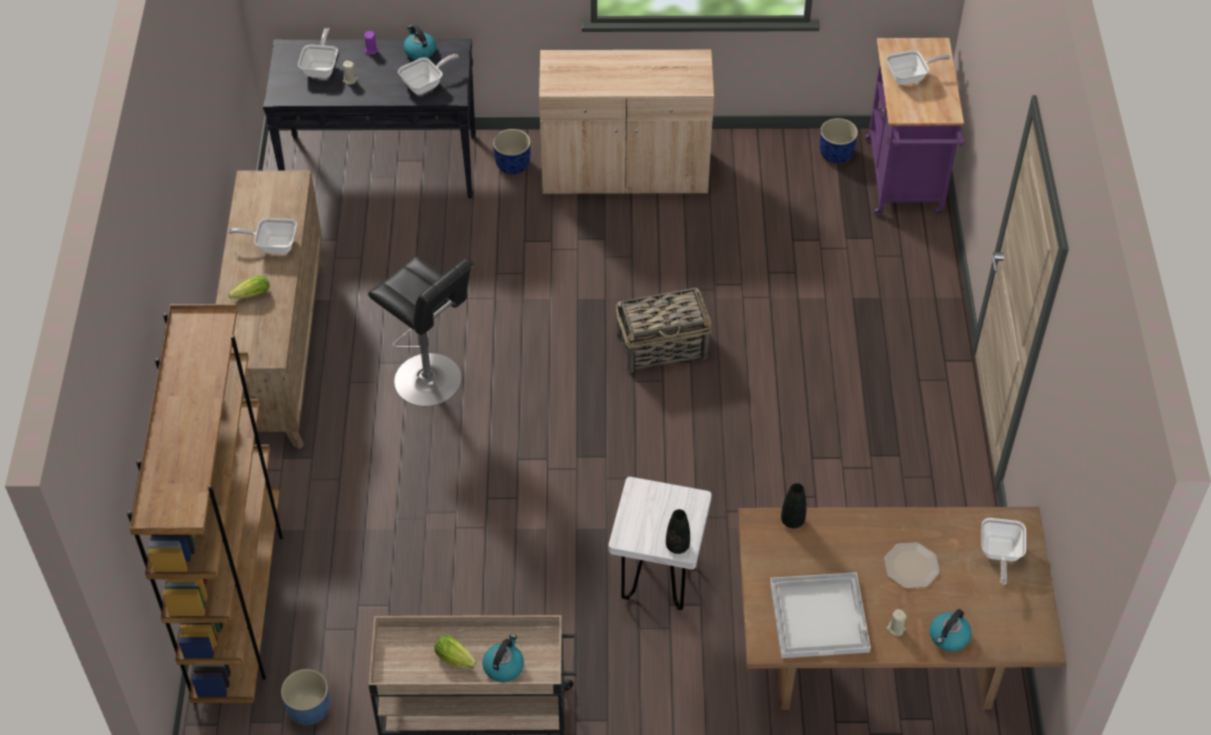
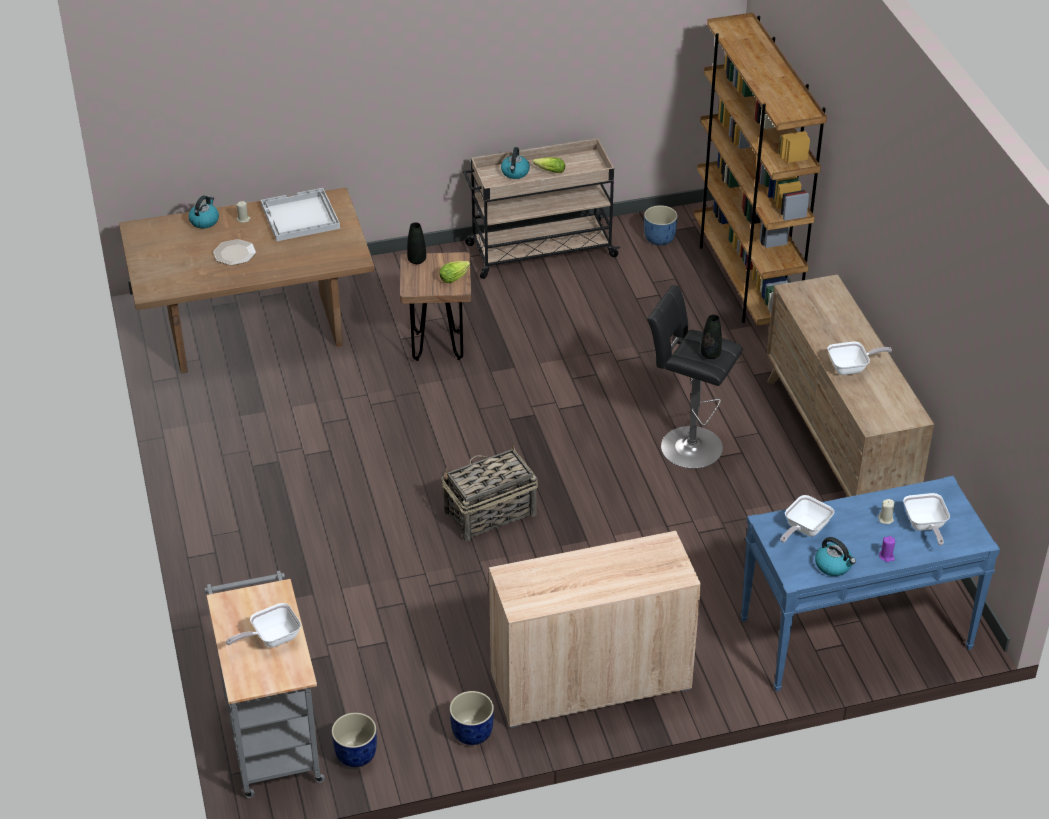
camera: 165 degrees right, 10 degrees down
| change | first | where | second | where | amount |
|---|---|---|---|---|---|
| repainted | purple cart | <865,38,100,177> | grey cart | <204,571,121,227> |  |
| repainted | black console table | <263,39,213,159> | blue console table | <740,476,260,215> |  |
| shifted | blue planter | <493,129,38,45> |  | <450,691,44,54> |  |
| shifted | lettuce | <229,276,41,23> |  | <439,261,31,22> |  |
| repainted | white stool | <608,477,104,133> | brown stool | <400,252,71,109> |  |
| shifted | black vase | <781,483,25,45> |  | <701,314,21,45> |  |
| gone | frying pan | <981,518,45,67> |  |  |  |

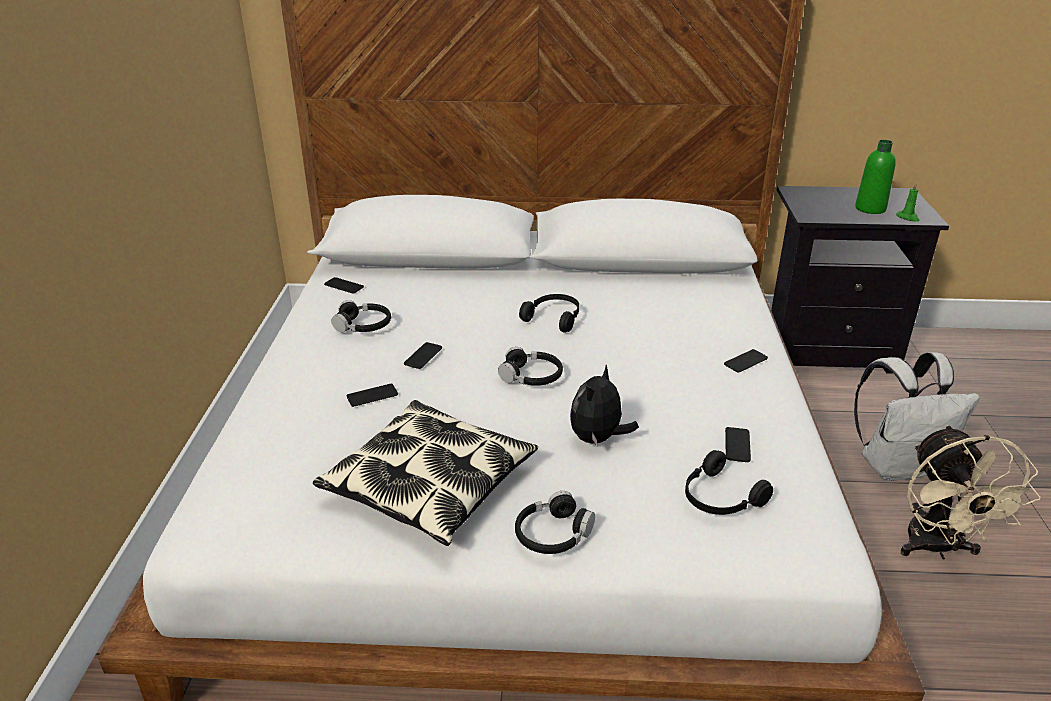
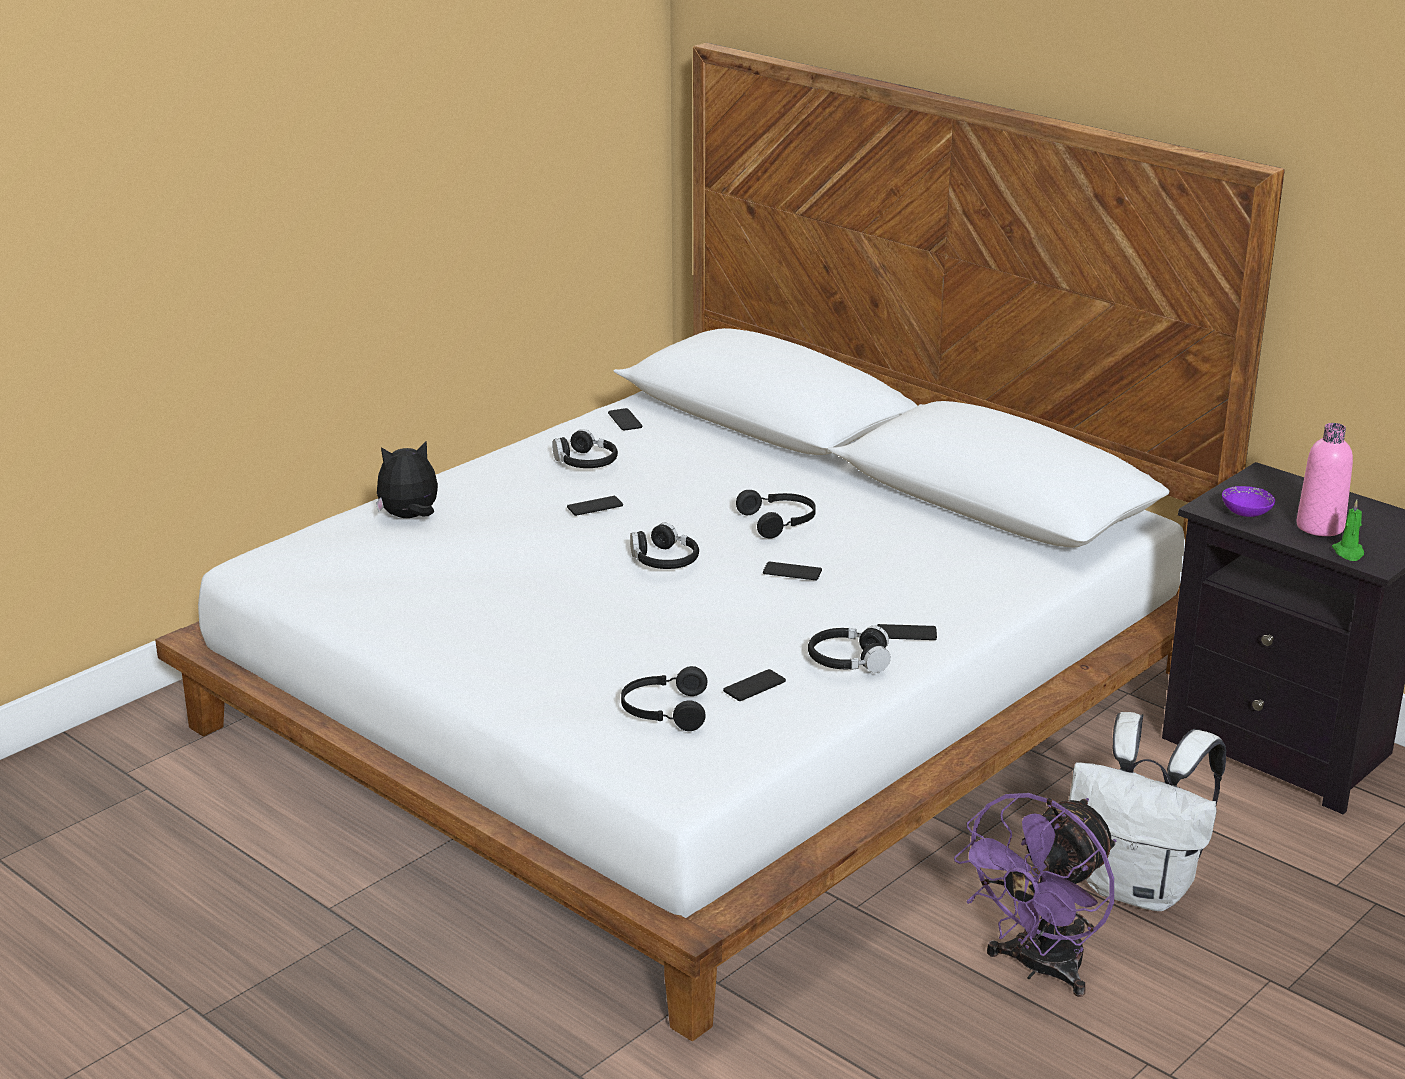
camera: 40 degrees right, 5 degrees down
| change | first | where | second | where | amount |
|---|---|---|---|---|---|
| repainted | green bottle | <855,140,41,74> | pink bottle | <1296,423,57,113> |  |
| shifted | plush toy | <570,365,69,81> |  | <376,441,62,77> |  |
| shifted | phone | <347,383,51,24> |  | <763,561,59,19> |  |
| gone | pillow | <313,400,225,146> |  |  |  |
| repainted | beige fan | <900,424,141,135> | purple fan | <954,793,163,204> |  |
| shifted | black headphones | <515,491,80,63> |  | <808,626,83,47> |  |
| new |  |  | purple bowl | <1222,486,53,31> |  |

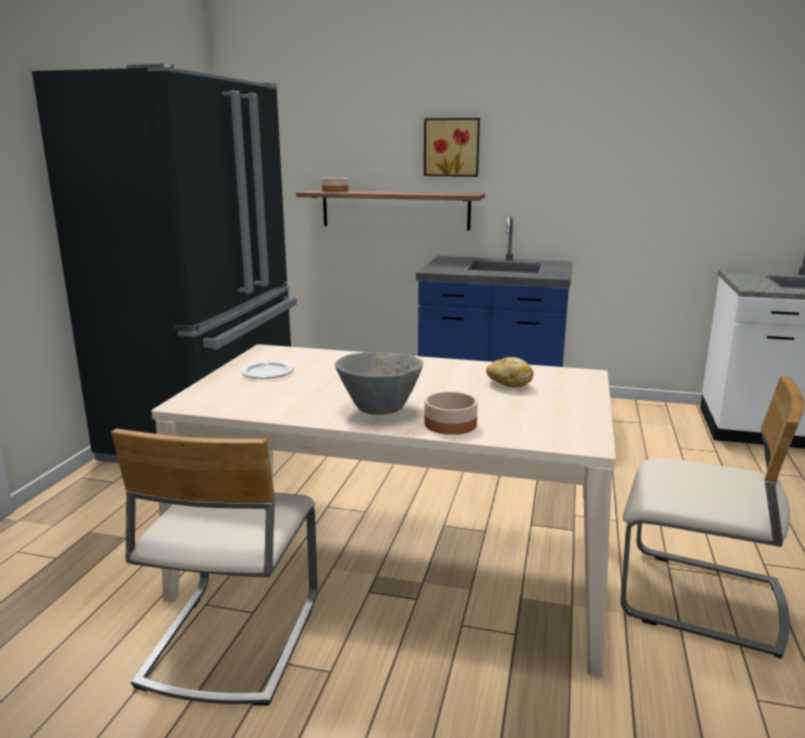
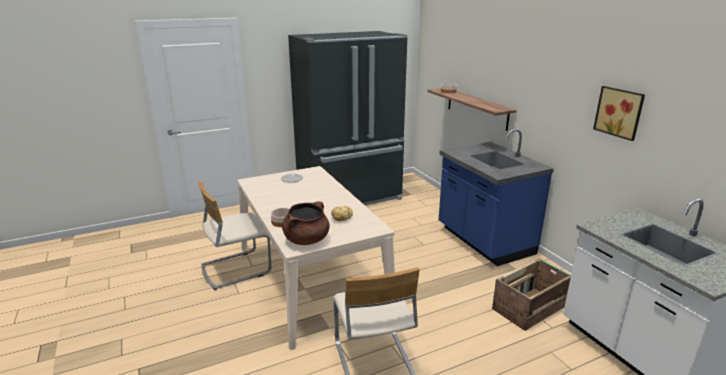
camera: 50 degrees right, 5 degrees up
| change | first | where | second | where | amount |
|---|---|---|---|---|---|
| shifted | picture | <424,118,56,59> |  | <593,86,52,55> |  |
| gone | grey bowl | <335,352,88,63> |  |  |  |
| new |  |  | brown cooking pot | <282,201,48,44> |  |
| new |  |  | crate | <492,258,79,73> |  |

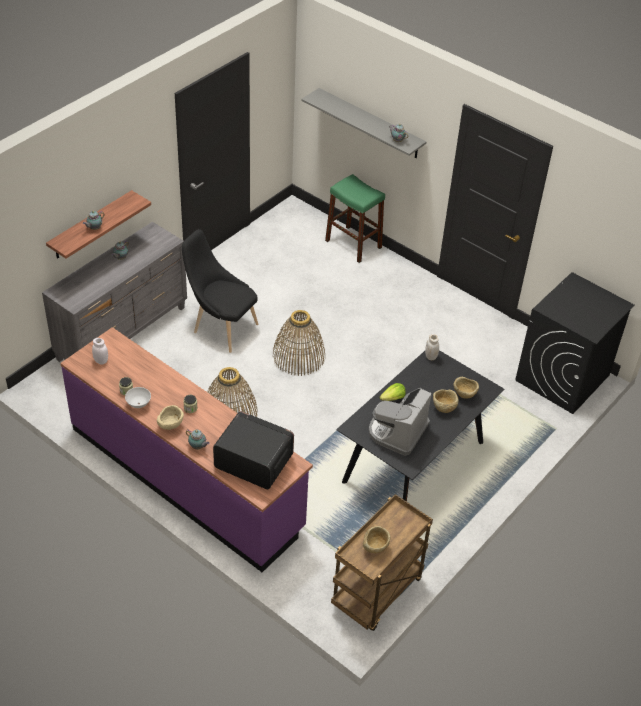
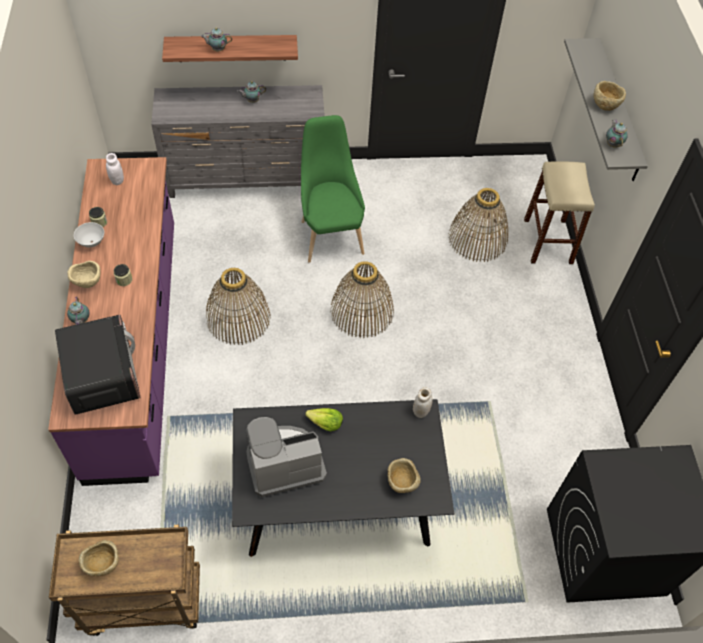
camera: 45 degrees right, 10 degrees up
| change | first | where | second | where | amount |
|---|---|---|---|---|---|
| repainted | green stool | <325,174,60,89> | beige stool | <524,161,71,103> |  |
| repainted | black chair | <182,229,77,124> | green chair | <301,115,64,148> |  |
| shifted | beige bowl | <433,389,26,24> |  | <593,81,33,30> |  |
| new |  |  | basket | <448,188,60,74> |  |

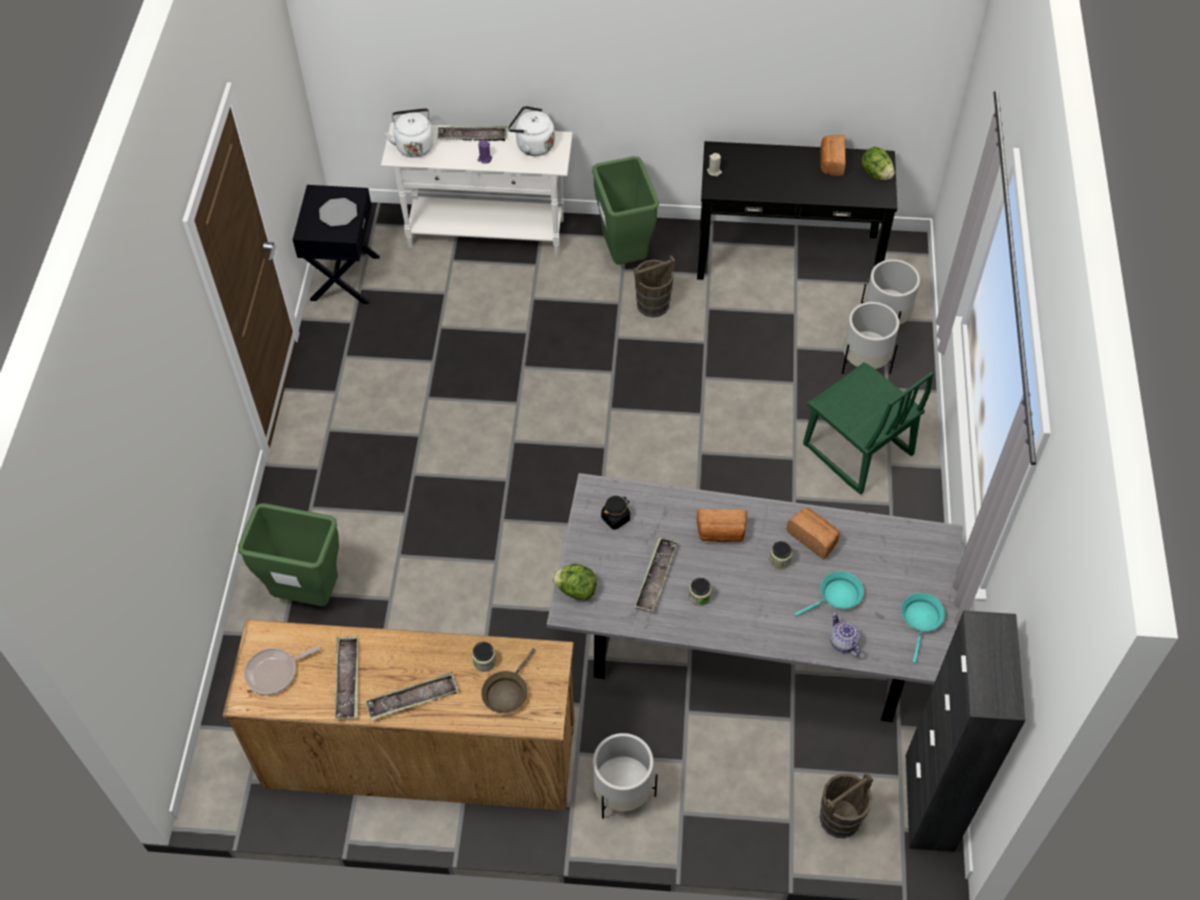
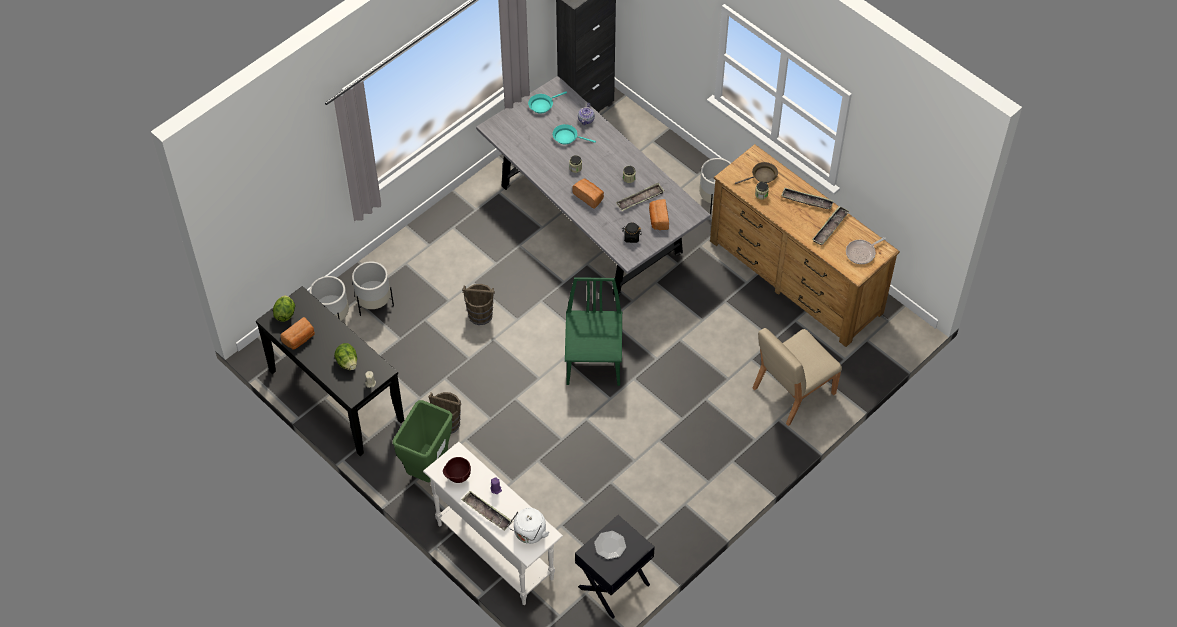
camera: 140 degrees left, 0 degrees up
| change | first | where | second | where | amount |
|---|---|---|---|---|---|
| swapped | white kettle | <508,106,47,50> | brown bowl | <443,457,28,26> |  |
| shifted | green chair | <803,362,131,133> |  | <565,277,57,109> |  |
| swapped | green trash can | <238,503,101,103> | beige chair | <753,328,89,98> |  |
| shifted | bread | <786,508,54,51> |  | <649,199,20,31> |  |
| shifted | lettuce | <552,564,45,36> |  | <334,343,23,27> |  |
| rotated | frying pan | <244,646,76,49> |  | <846,237,40,27> | 135 degrees clockwise |
| shifted | brown bucket | <819,772,54,66> |  | <462,284,33,41> |  |

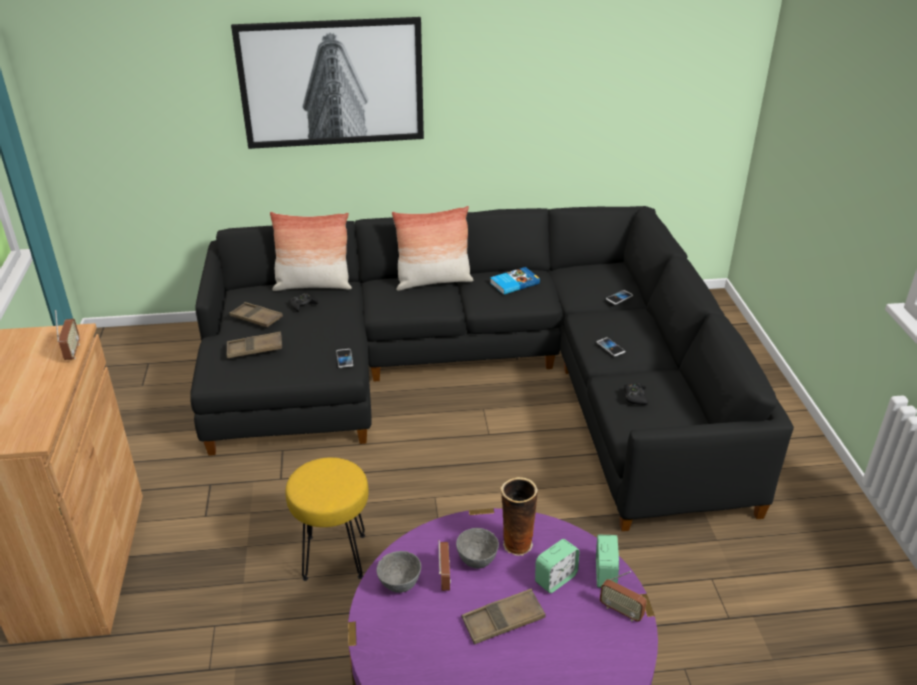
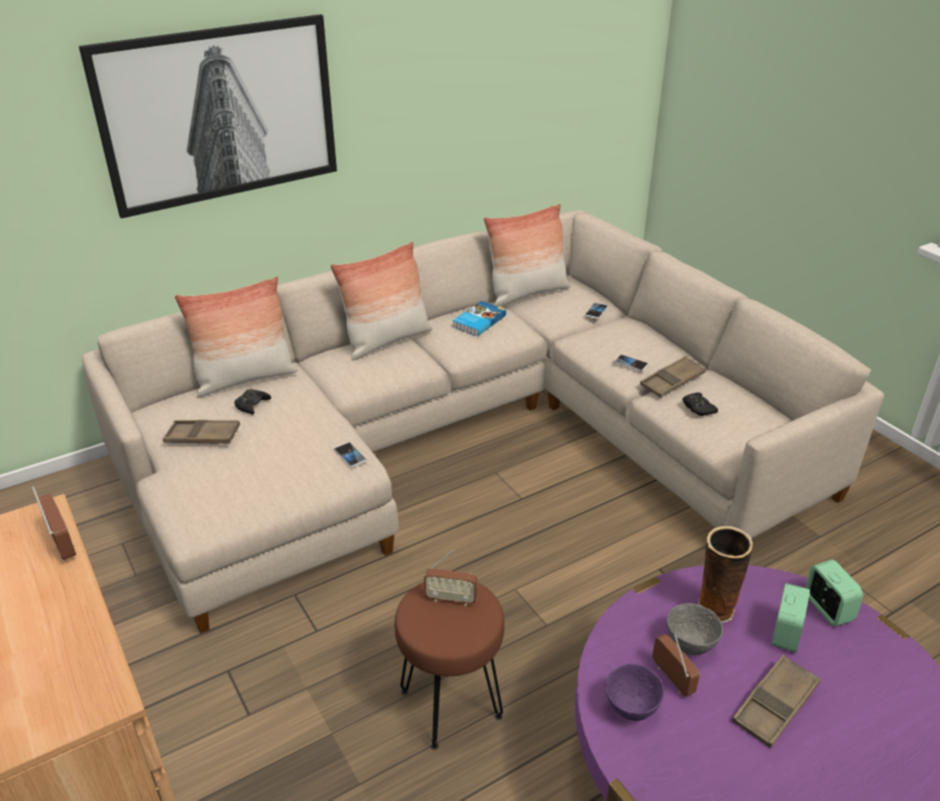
camera: 25 degrees left, 0 degrees up
| change | first | where | second | where | amount |
|---|---|---|---|---|---|
| repainted | black sofa | <190,206,604,325> | beige sofa | <82,210,802,424> |  |
| shifted | brown tray | <227,332,55,26> |  | <640,356,66,41> |  |
| repainted | yellow stool | <285,457,84,124> | brown stool | <395,582,109,168> |  |
| repainted | grey bowl | <377,551,44,42> | purple bowl | <605,664,60,57> |  |
| shifted | radio | <600,571,47,51> |  | <424,550,53,56> |  |
| new |  |  | pillow | <484,204,86,103> |  |

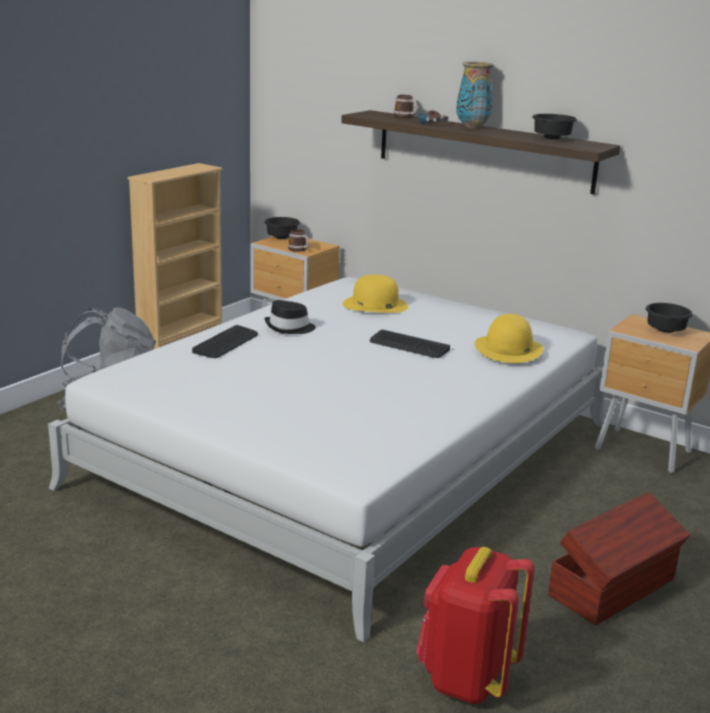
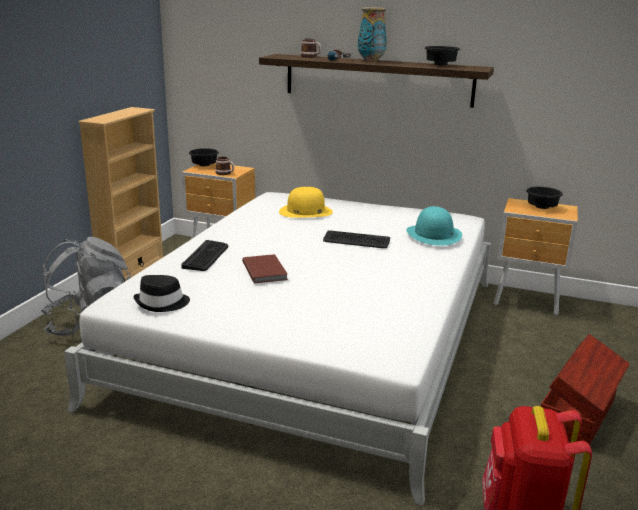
camera: 15 degrees left, 0 degrees up
| change | first | where | second | where | amount |
|---|---|---|---|---|---|
| shifted | black hat | <264,300,52,34> |  | <133,275,57,37> |  |
| repainted | yellow hat | <475,314,69,49> | turquoise hat | <406,206,56,40> |  |
| new |  |  | brown book | <242,254,46,29> |  |

